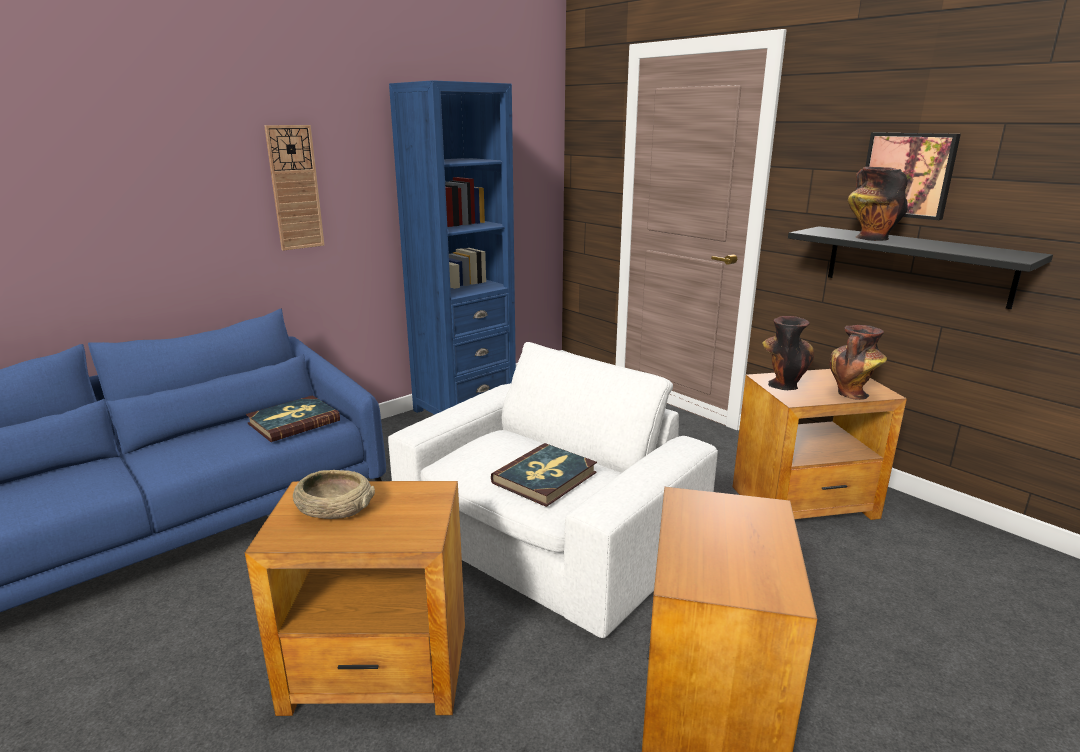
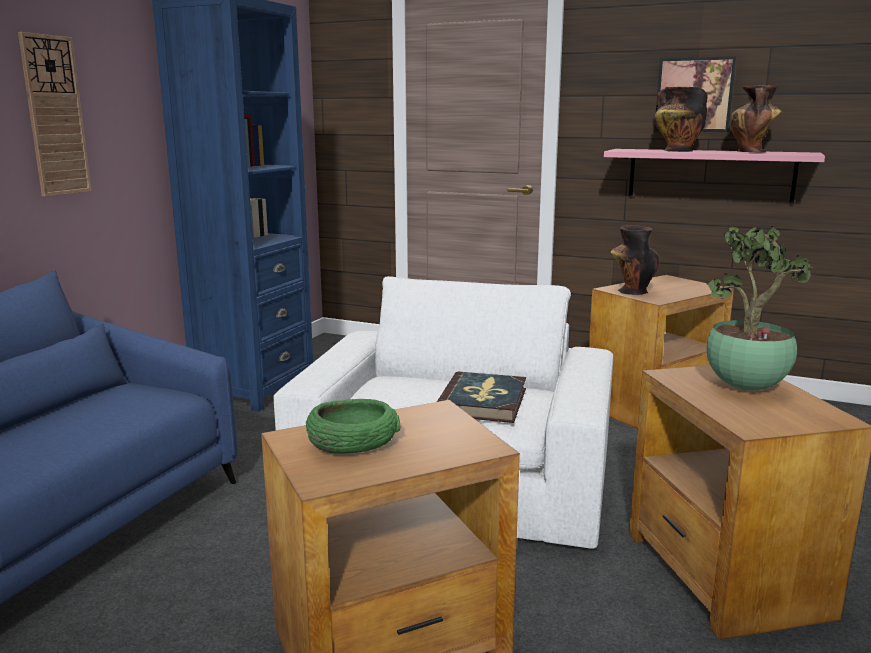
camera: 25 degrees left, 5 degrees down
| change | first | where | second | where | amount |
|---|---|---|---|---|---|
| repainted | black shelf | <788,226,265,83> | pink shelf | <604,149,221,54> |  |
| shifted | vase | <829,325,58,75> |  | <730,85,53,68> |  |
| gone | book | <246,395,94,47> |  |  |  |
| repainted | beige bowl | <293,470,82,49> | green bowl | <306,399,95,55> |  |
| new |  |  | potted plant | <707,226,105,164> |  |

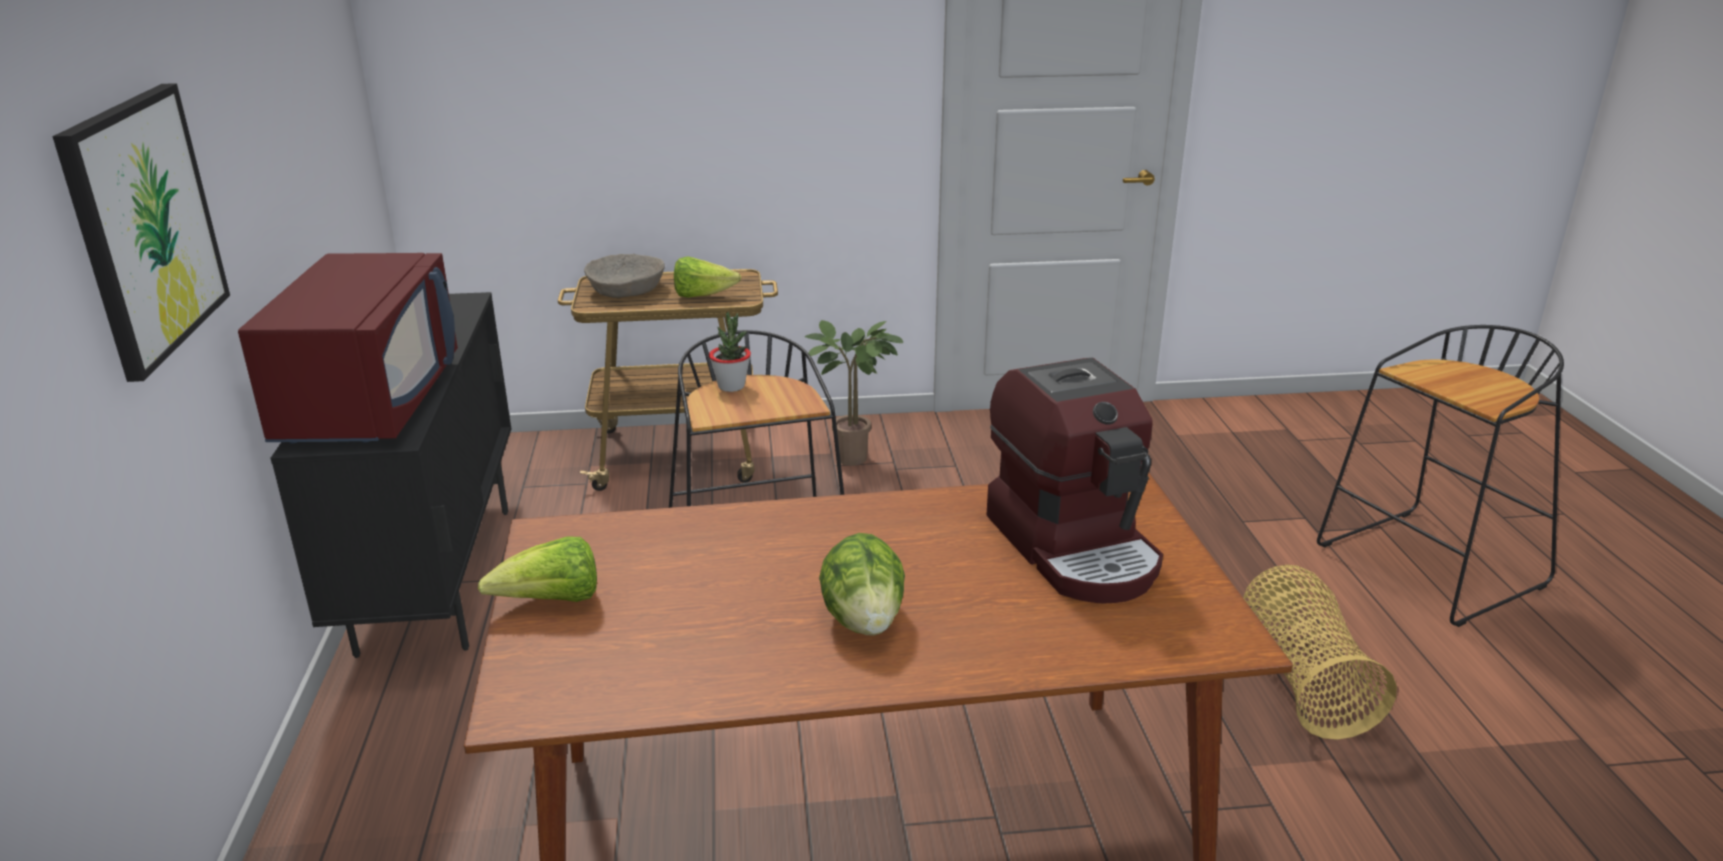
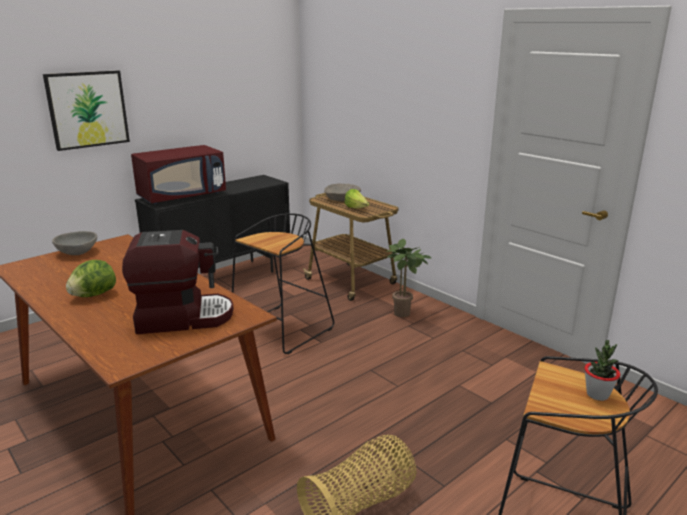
camera: 55 degrees right, 5 degrees down
| change | first | where | second | where | amount |
|---|---|---|---|---|---|
| shifted | potted plant | <709,312,42,80> |  | <584,340,36,61> |  |
| rotated | coffee machine | <986,358,177,245> |  | <122,230,112,104> | 135 degrees counterclockwise |
| swapped | lettuce | <478,537,119,65> | grey bowl | <52,231,45,24> |  |

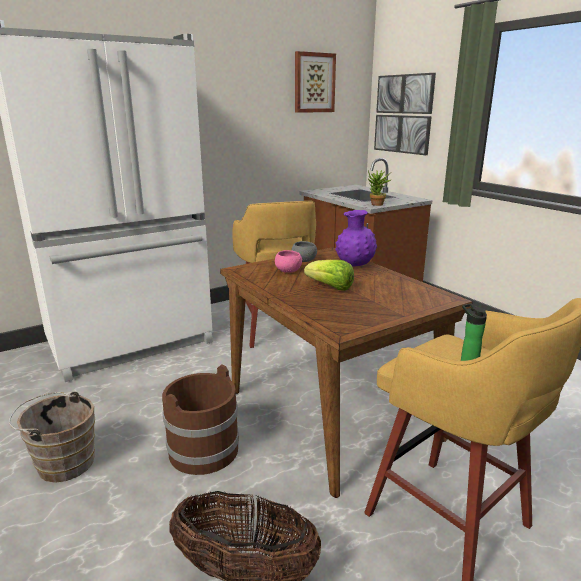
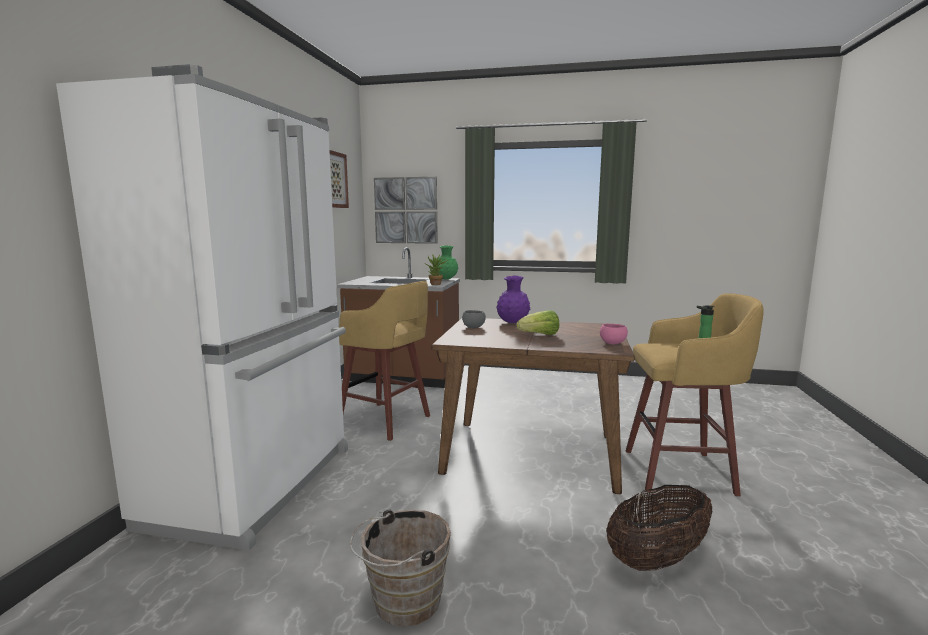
camera: 45 degrees left, 10 degrees down
| change | first | where | second | where | amount |
|---|---|---|---|---|---|
| shifted | pink bowl | <275,250,27,23> |  | <600,324,28,21> |  |
| gone | brown bucket | <162,364,77,111> |  |  |  |
| new |  |  | green vase | <438,245,20,35> |  |

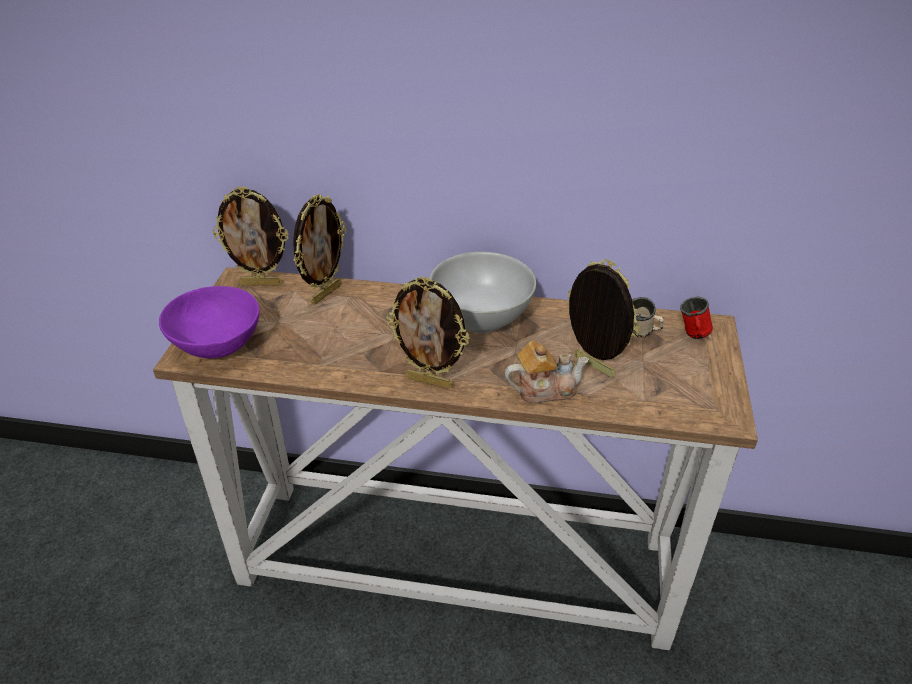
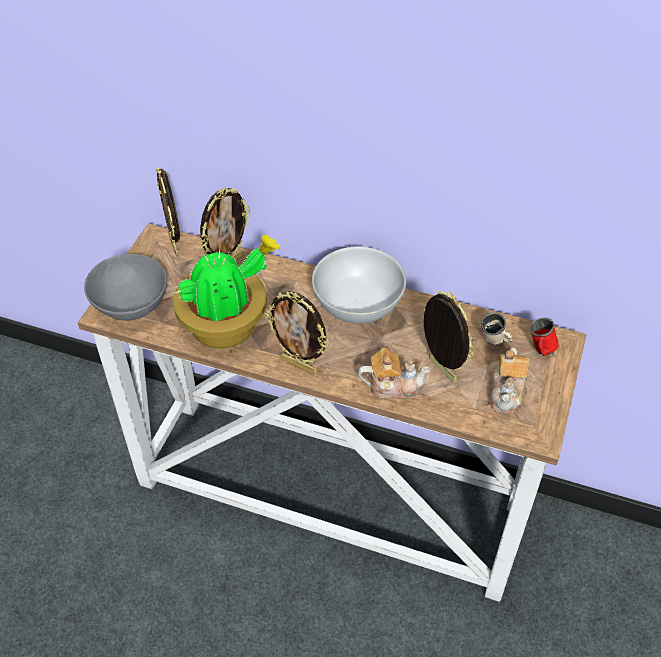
camera: 10 degrees right, 10 degrees up
| change | first | where | second | where | amount |
|---|---|---|---|---|---|
| rotated | picture frame | <212,186,76,99> |  | <156,167,24,90> | 60 degrees clockwise |
| repainted | purple bowl | <159,286,101,72> | grey bowl | <84,254,83,67> |  |
| new |  |  | potted plant | <173,235,107,114> |  |
| new |  |  | teapot | <490,348,39,66> |  |

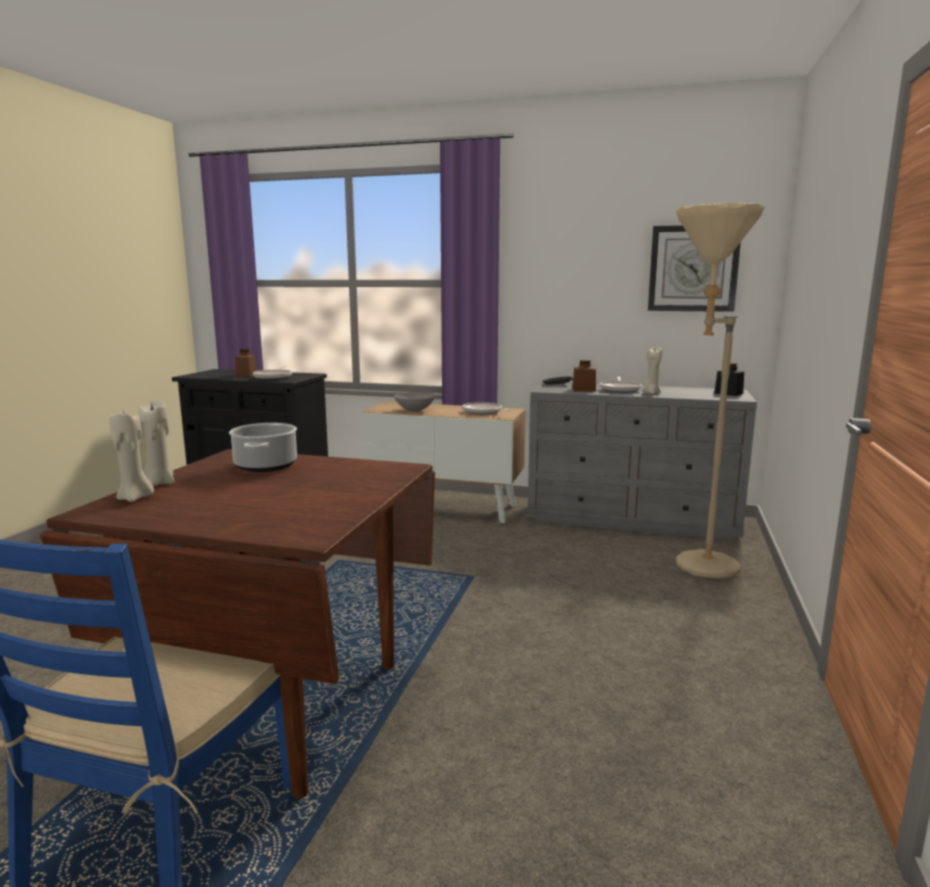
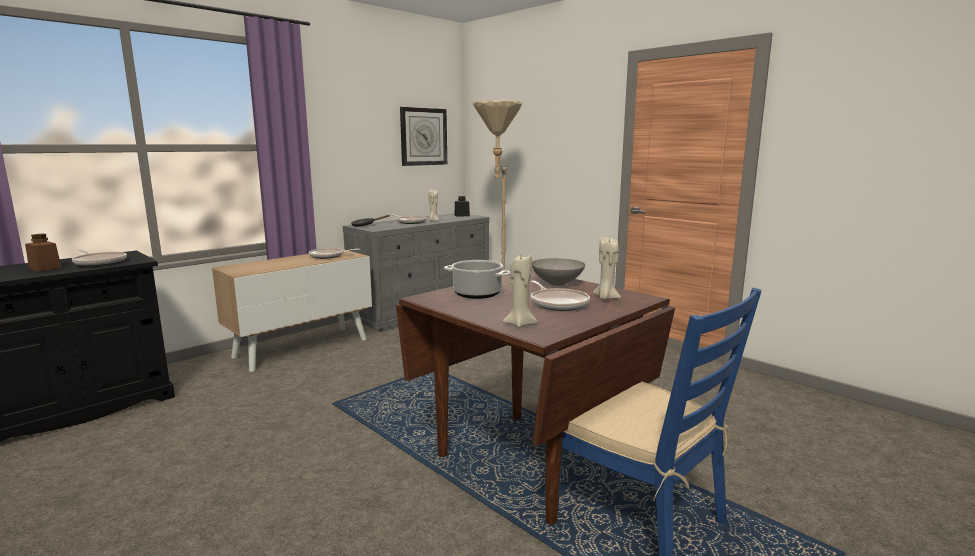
camera: 60 degrees left, 0 degrees up
| change | first | where | second | where | amount |
|---|---|---|---|---|---|
| gone | brown jar | <572,360,24,32> |  |  |  |
| shifted | grey bowl | <394,392,41,20> |  | <532,258,53,28> |  |
| shifted | beige candle | <138,401,37,85> |  | <593,237,28,63> |  |
| new |  |  | frying pan | <531,281,59,30> |  |

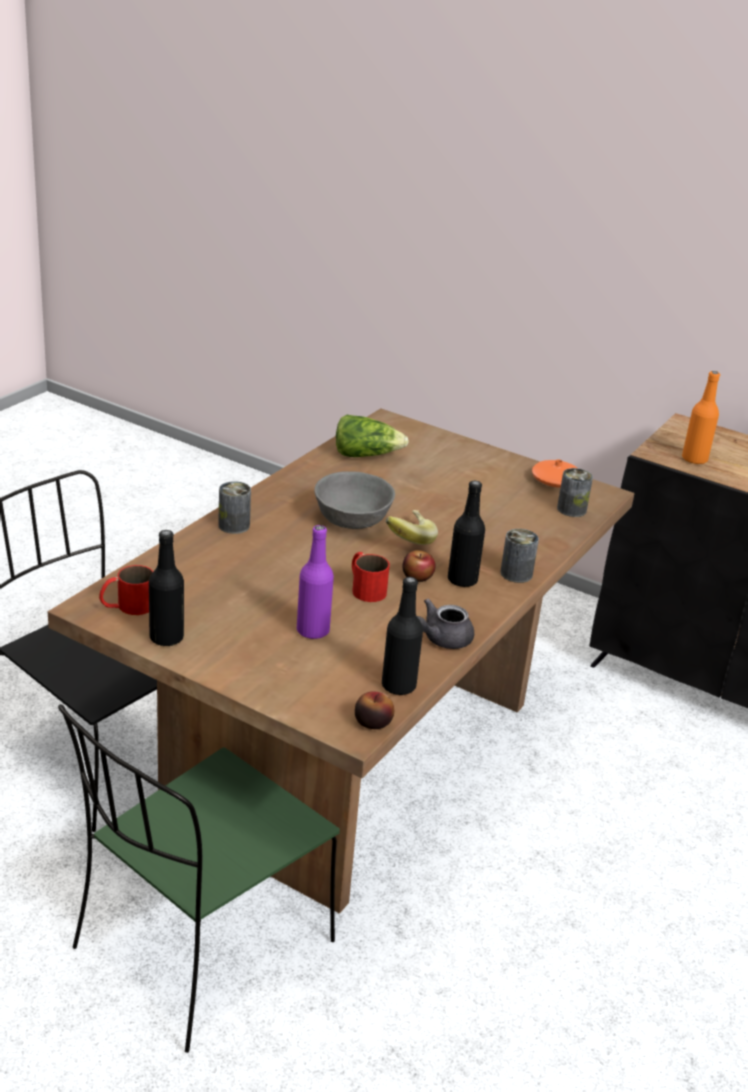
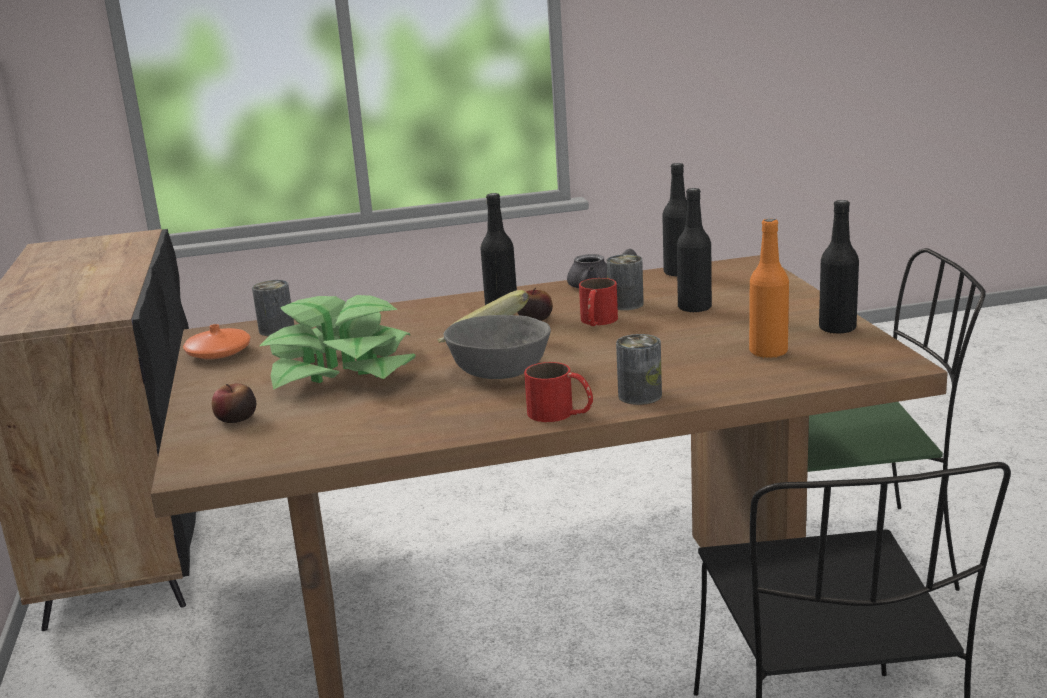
camera: 130 degrees left, 10 degrees down
| change | first | where | second | where | amount |
|---|---|---|---|---|---|
| shifted | orange bottle | <682,371,38,93> |  | <749,219,40,139> |  |
| gone | lettuce | <336,415,73,42> |  |  |  |
| repainted | purple bottle | <297,525,37,114> | black bottle | <677,188,35,124> |  |
| shifted | can | <500,529,39,54> |  | <607,254,37,56> |  |
| shifted | red mug | <99,565,54,50> |  | <524,362,69,60> |  |
| shifted | apple | <355,691,39,38> |  | <212,384,44,39> |  |
| new |  |  | potted plant | <260,295,156,95> |  |

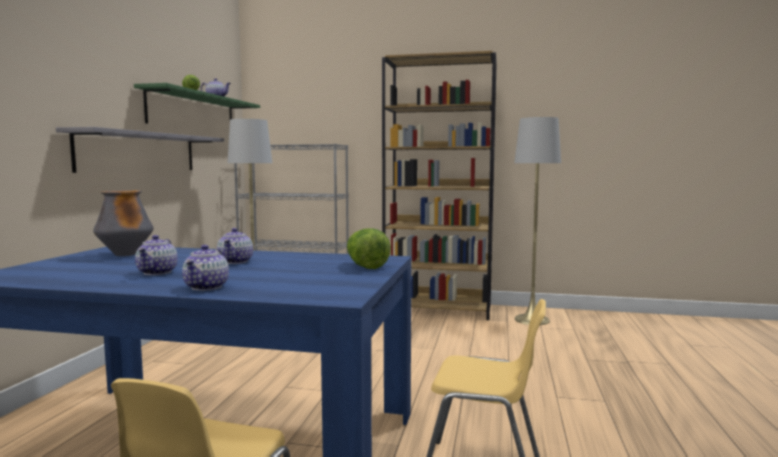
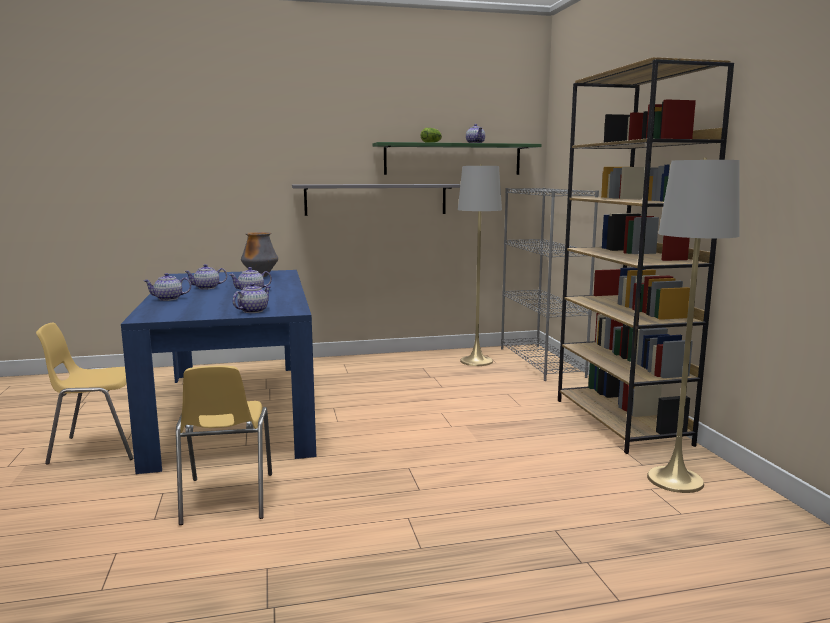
camera: 65 degrees right, 5 degrees up
| change | first | where | second | where | amount |
|---|---|---|---|---|---|
| swapped | lettuce | <347,229,44,40> | teapot | <233,283,38,30> |  |

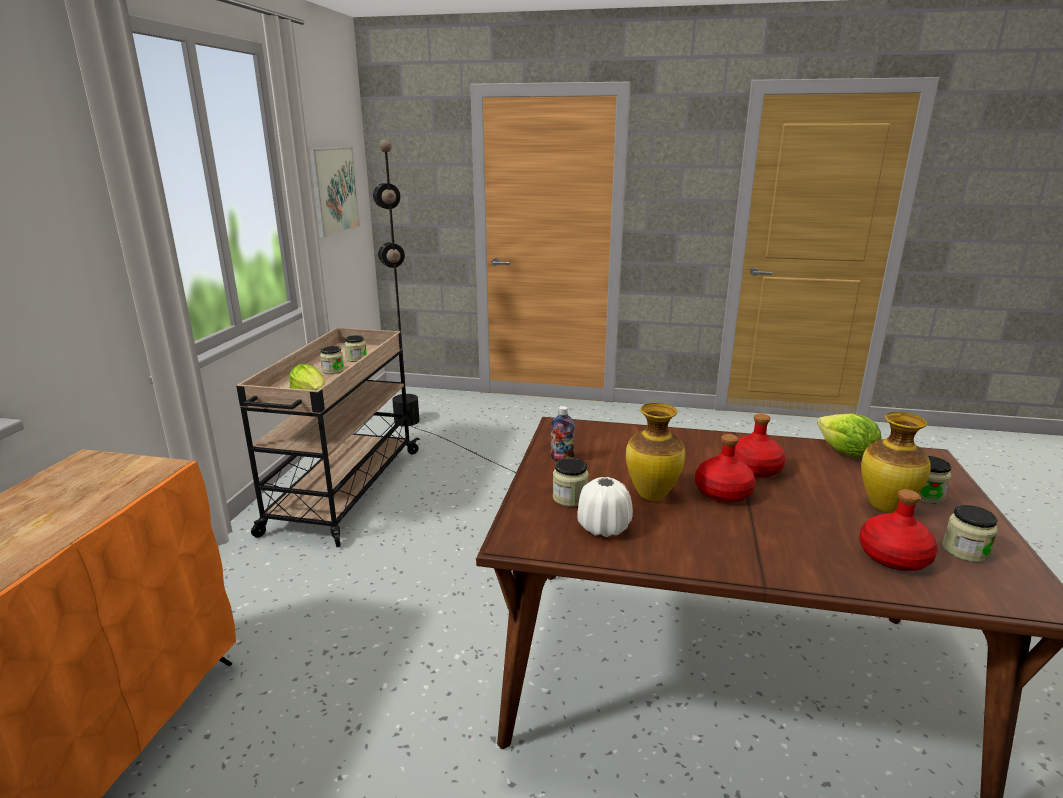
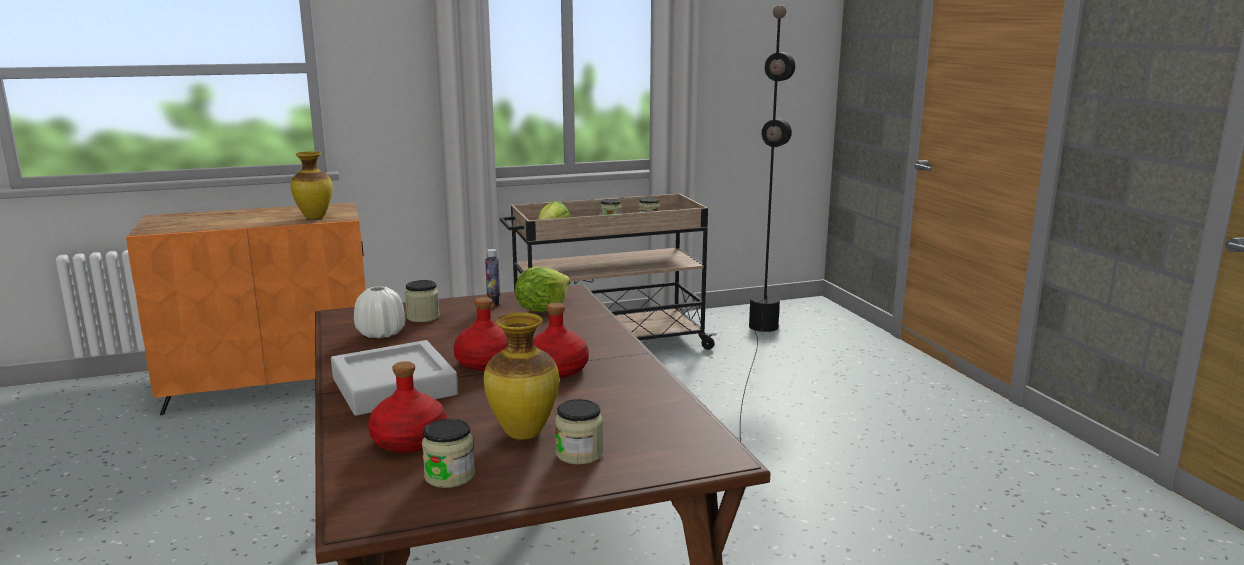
camera: 60 degrees right, 5 degrees down
| change | first | where | second | where | amount |
|---|---|---|---|---|---|
| gone | picture | <309,147,51,91> |  |  |  |
| shifted | vase | <626,403,59,98> |  | <291,152,42,67> |  |
| shifted | lettuce | <817,413,65,45> |  | <514,267,56,45> |  |
| new |  |  | grey tray | <331,340,127,76> |  |

